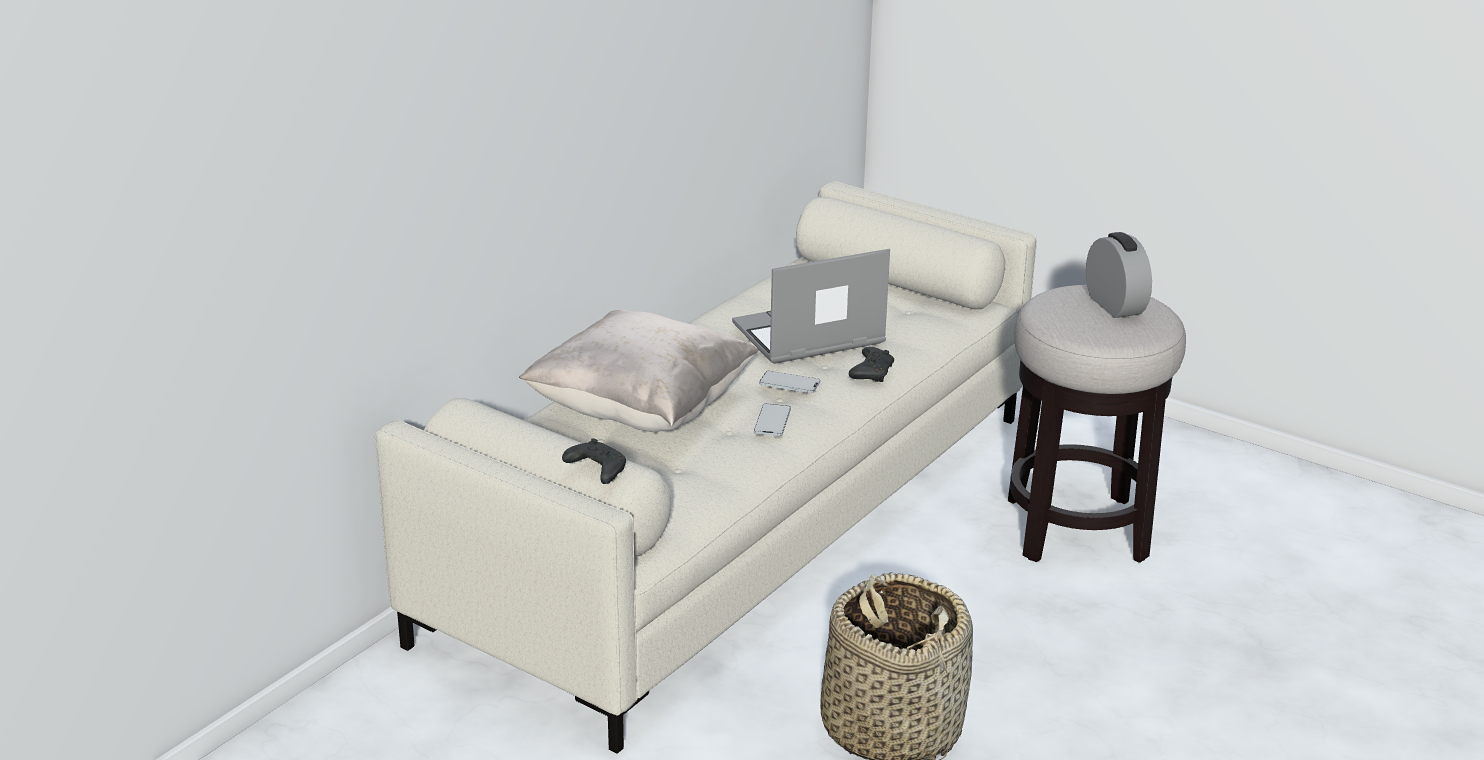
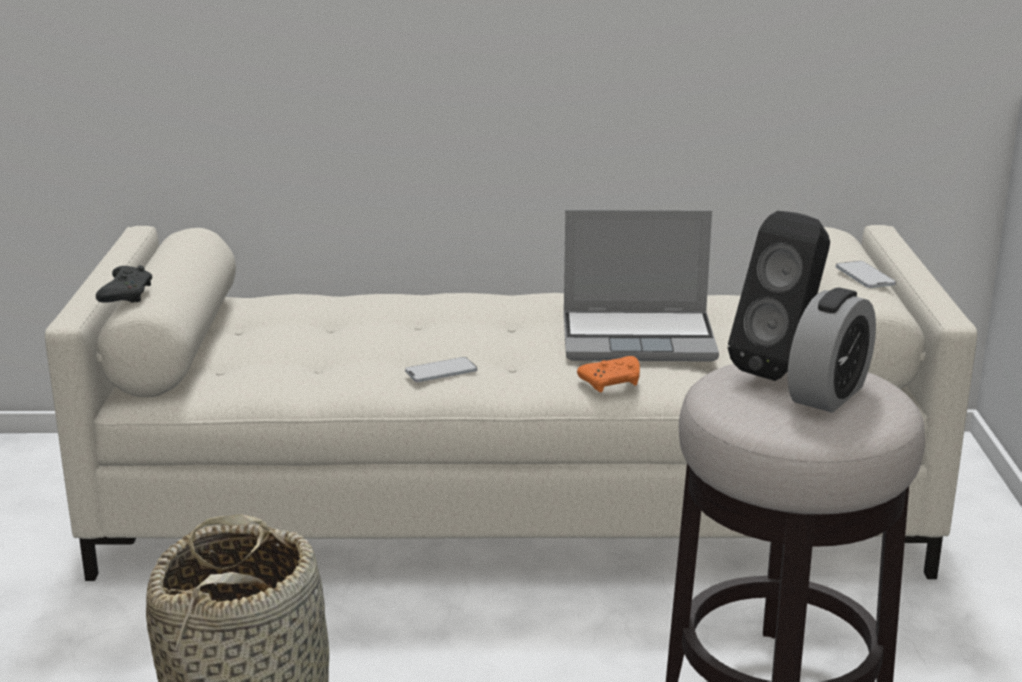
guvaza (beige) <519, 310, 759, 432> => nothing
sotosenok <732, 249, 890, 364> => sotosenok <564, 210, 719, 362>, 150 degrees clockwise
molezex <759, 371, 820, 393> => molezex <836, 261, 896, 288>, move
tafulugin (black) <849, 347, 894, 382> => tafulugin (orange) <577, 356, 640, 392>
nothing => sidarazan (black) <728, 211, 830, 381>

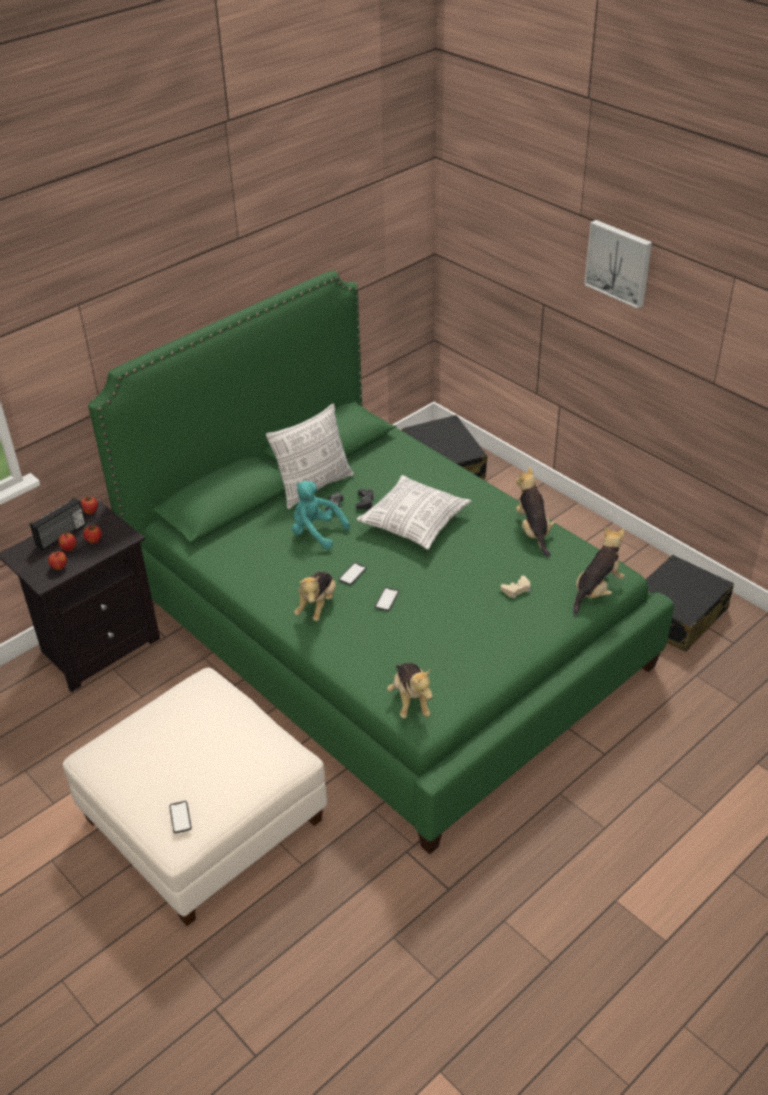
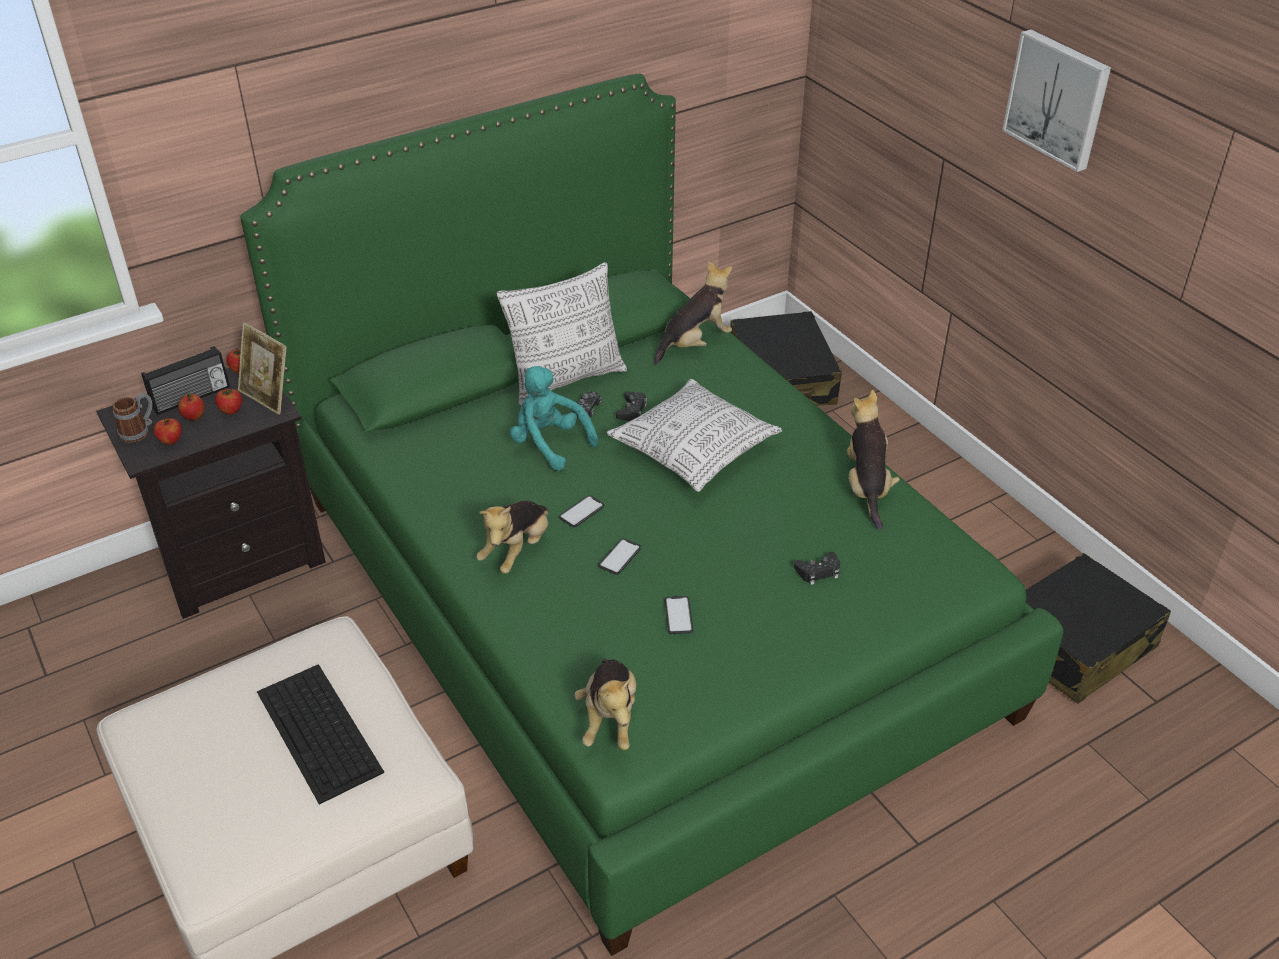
molezex <169, 801, 192, 834> => molezex <665, 596, 693, 634>, move
tafulugin (beige) <501, 576, 531, 599> => tafulugin (black) <794, 552, 840, 585>
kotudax <573, 527, 625, 616> => kotudax <654, 261, 732, 365>, move
nothing => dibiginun <113, 393, 152, 443>
nothing => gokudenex <238, 322, 287, 415>
nothing => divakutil <257, 664, 384, 804>

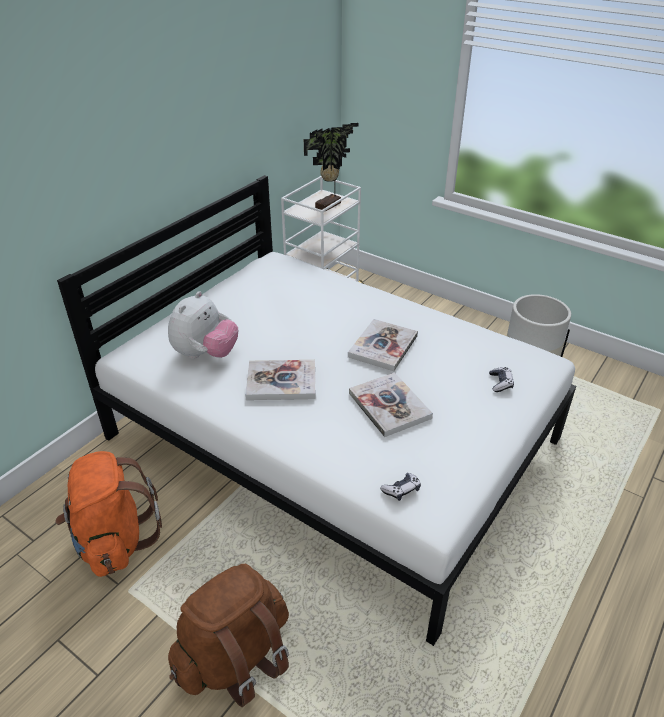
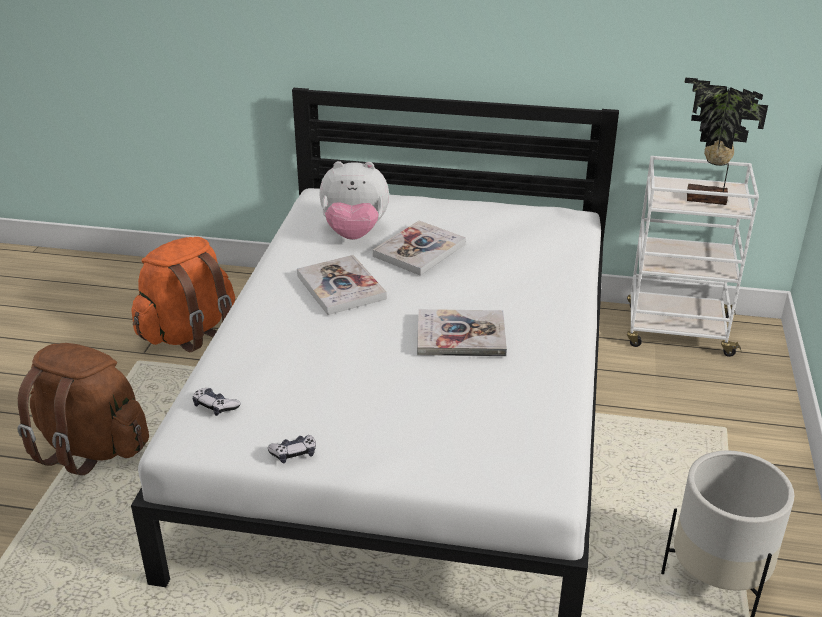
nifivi <349, 373, 433, 437> => nifivi <373, 221, 466, 276>, move
tafulugin <489, 367, 514, 392> => tafulugin <268, 435, 316, 463>, move

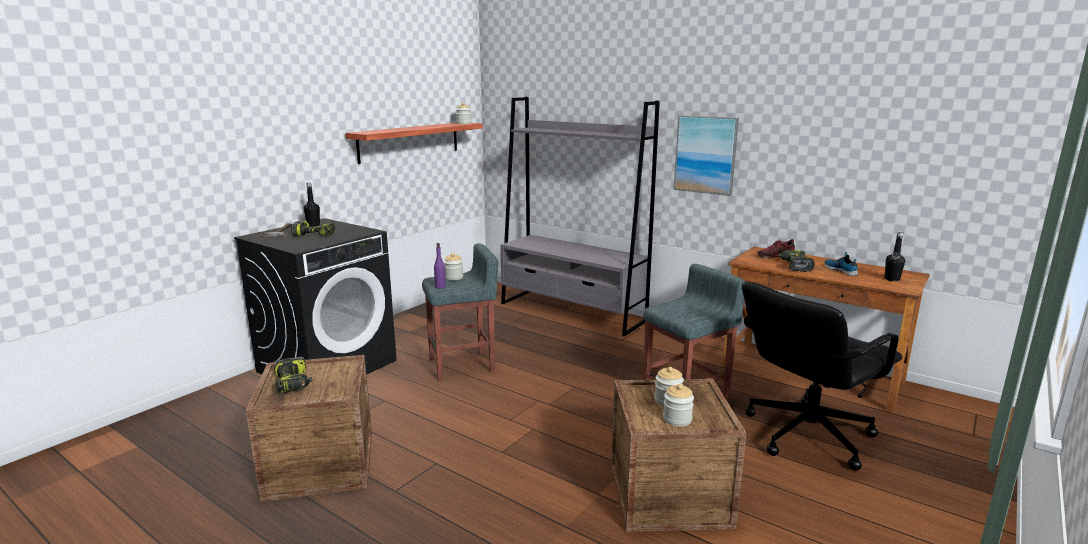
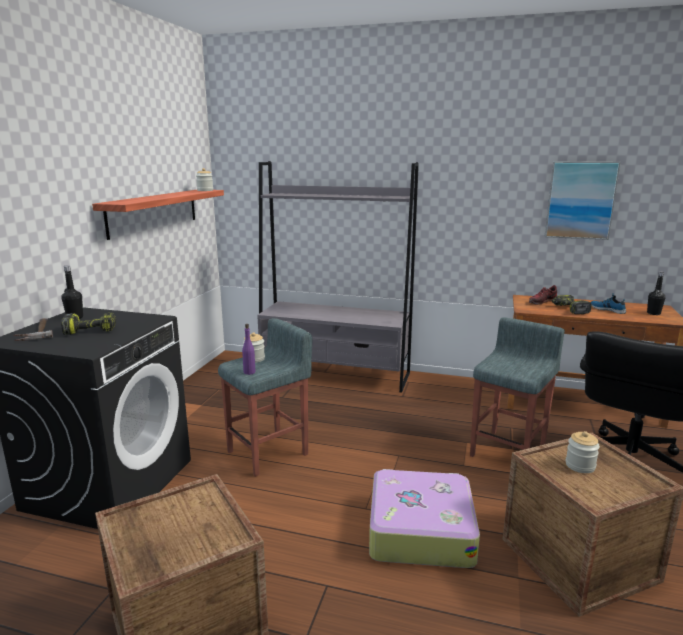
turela <274, 357, 312, 394> => nothing
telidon <663, 384, 694, 427> => nothing
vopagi <674, 115, 739, 196> => vopagi <544, 161, 621, 240>, move
nothing => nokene <369, 469, 480, 568>

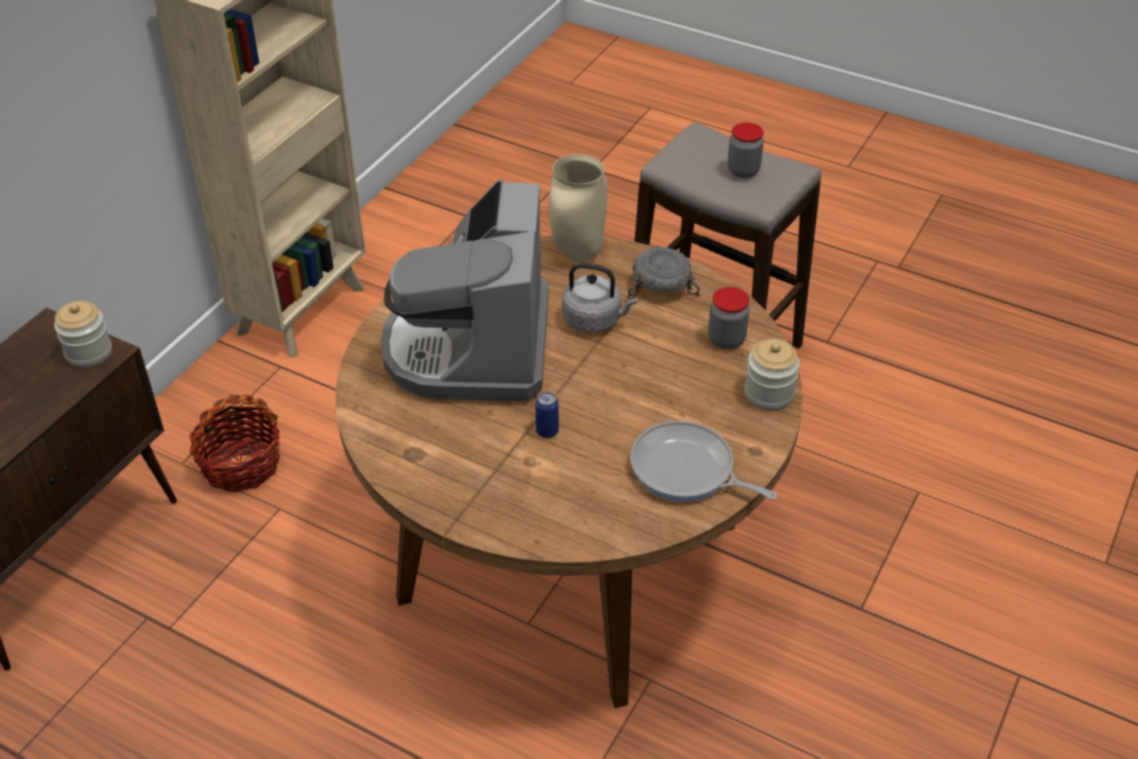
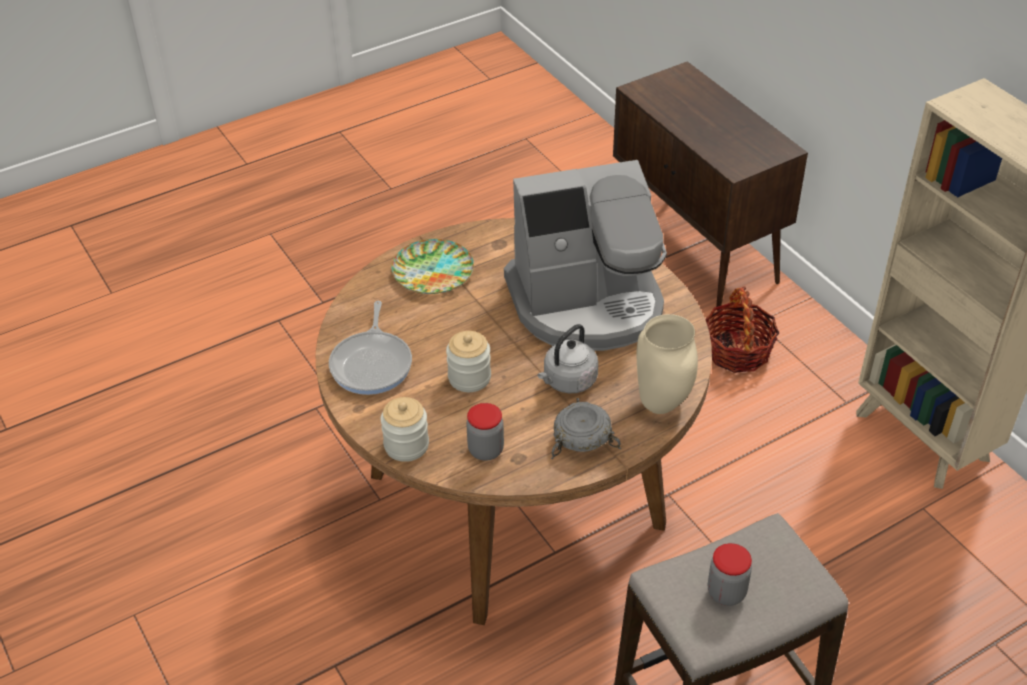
telidon <54, 301, 112, 368> => telidon <446, 331, 491, 392>, move
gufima <381, 179, 549, 401> => gufima <504, 160, 667, 351>, 135 degrees clockwise
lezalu <535, 391, 559, 438> => nothing
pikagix <630, 421, 777, 502> => pikagix <329, 301, 412, 395>, 120 degrees clockwise
nothing => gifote <391, 239, 474, 294>

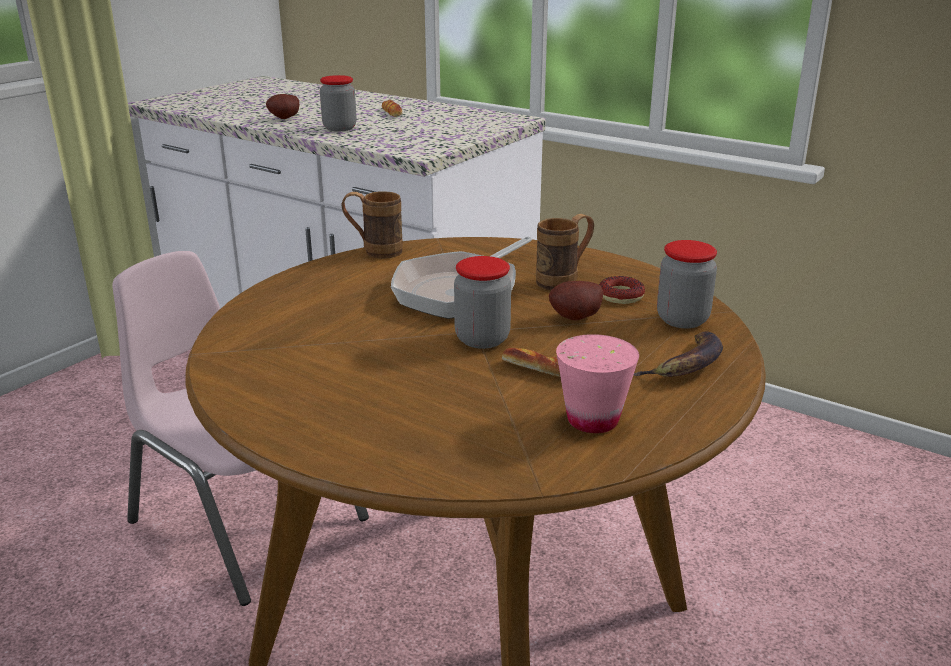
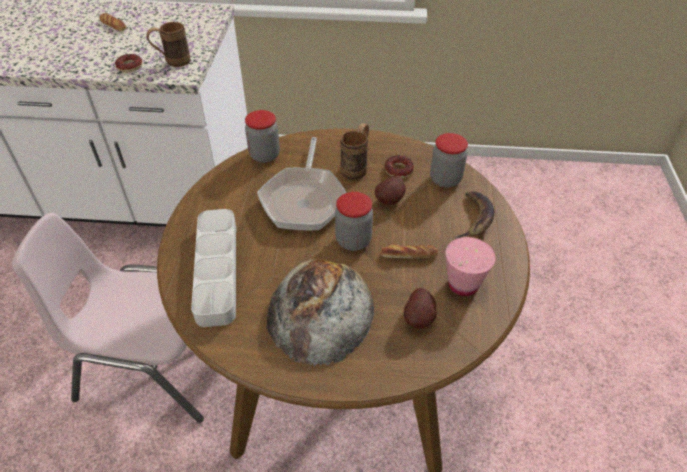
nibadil <266, 94, 299, 119> => nibadil <404, 288, 437, 329>, move
telidon <320, 75, 357, 131> => telidon <245, 110, 280, 163>, move
dibiginun (brown) <341, 191, 403, 259> => dibiginun (brown) <146, 22, 191, 67>, move
nothing => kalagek <115, 54, 142, 72>
nothing => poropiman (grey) <191, 209, 236, 327>
nothing => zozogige <266, 259, 374, 366>

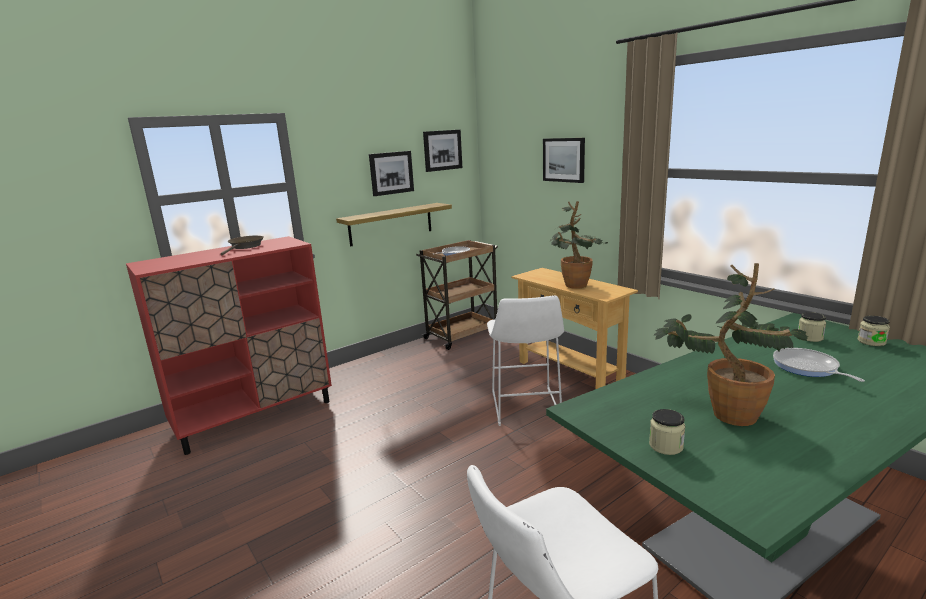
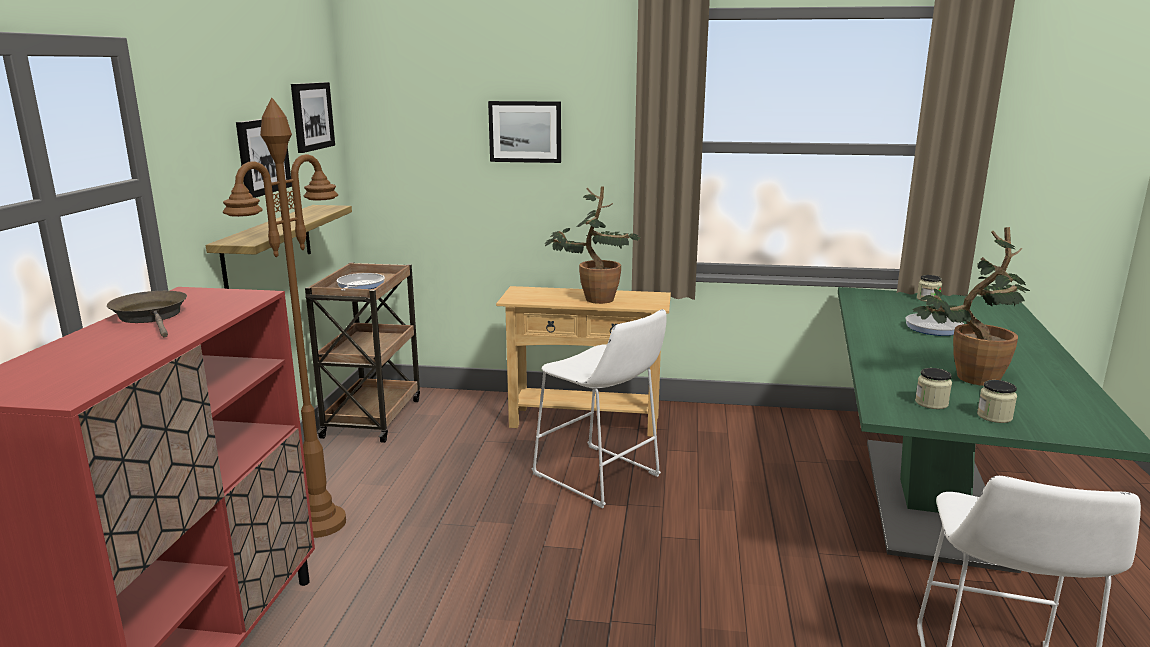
telidon <798, 312, 826, 342> => telidon <915, 368, 952, 409>, move
nothing => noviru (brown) <223, 98, 346, 538>

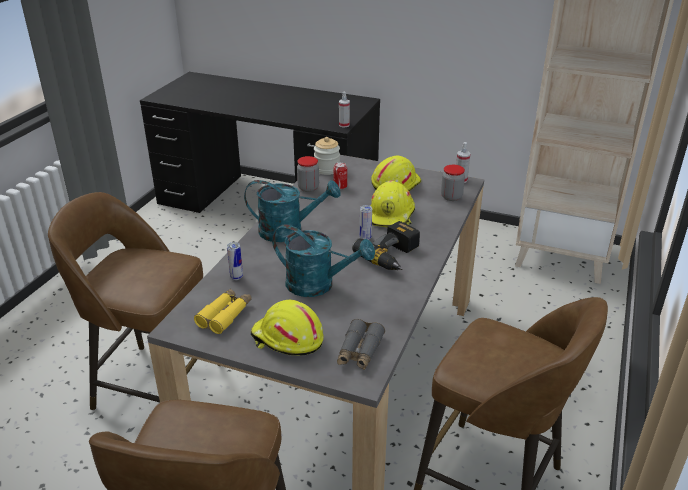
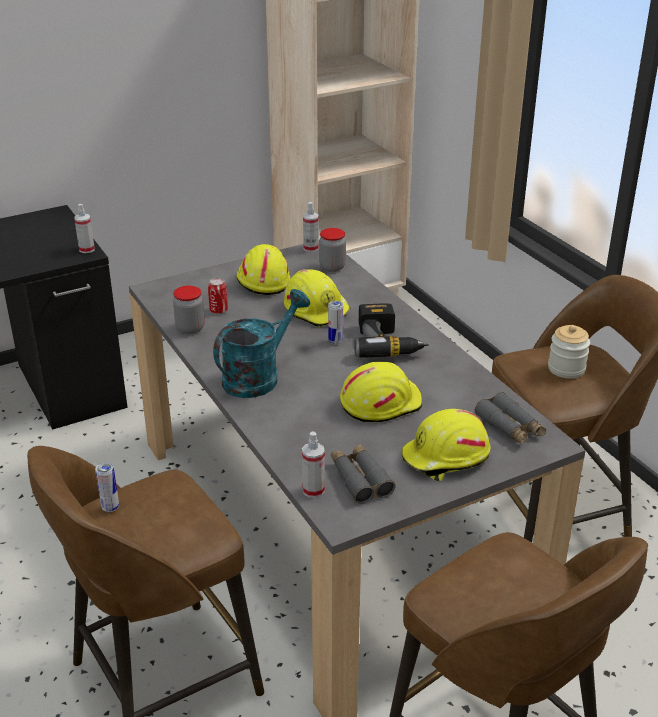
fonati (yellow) <194, 288, 252, 334> => fonati (grey) <331, 444, 395, 504>
lezalu <227, 242, 243, 280> => lezalu <95, 462, 119, 512>, move
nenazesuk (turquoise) <272, 224, 375, 297> => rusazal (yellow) <340, 362, 422, 422>
telidon <314, 137, 340, 175> => telidon <548, 325, 590, 379>, move
nothing => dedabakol <302, 431, 325, 498>

